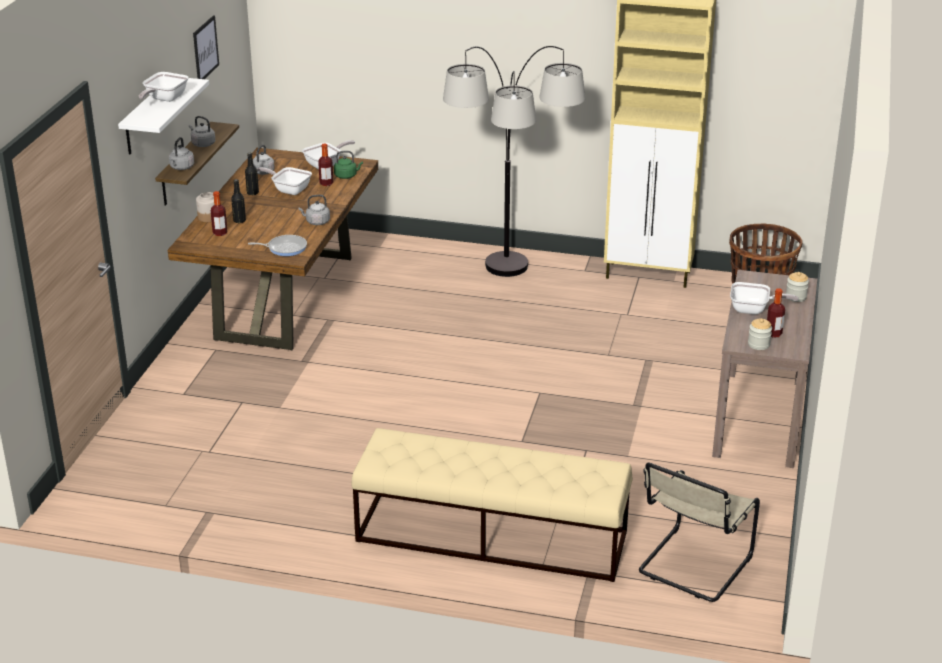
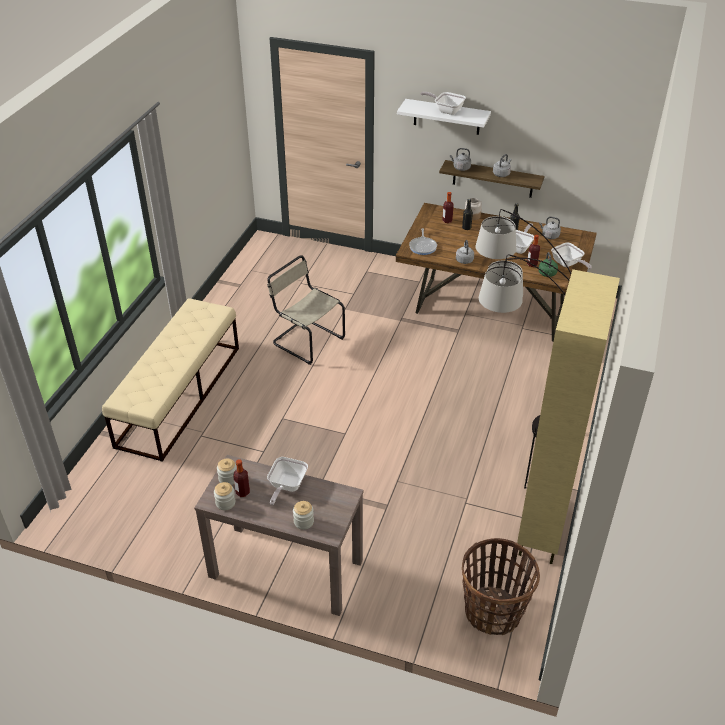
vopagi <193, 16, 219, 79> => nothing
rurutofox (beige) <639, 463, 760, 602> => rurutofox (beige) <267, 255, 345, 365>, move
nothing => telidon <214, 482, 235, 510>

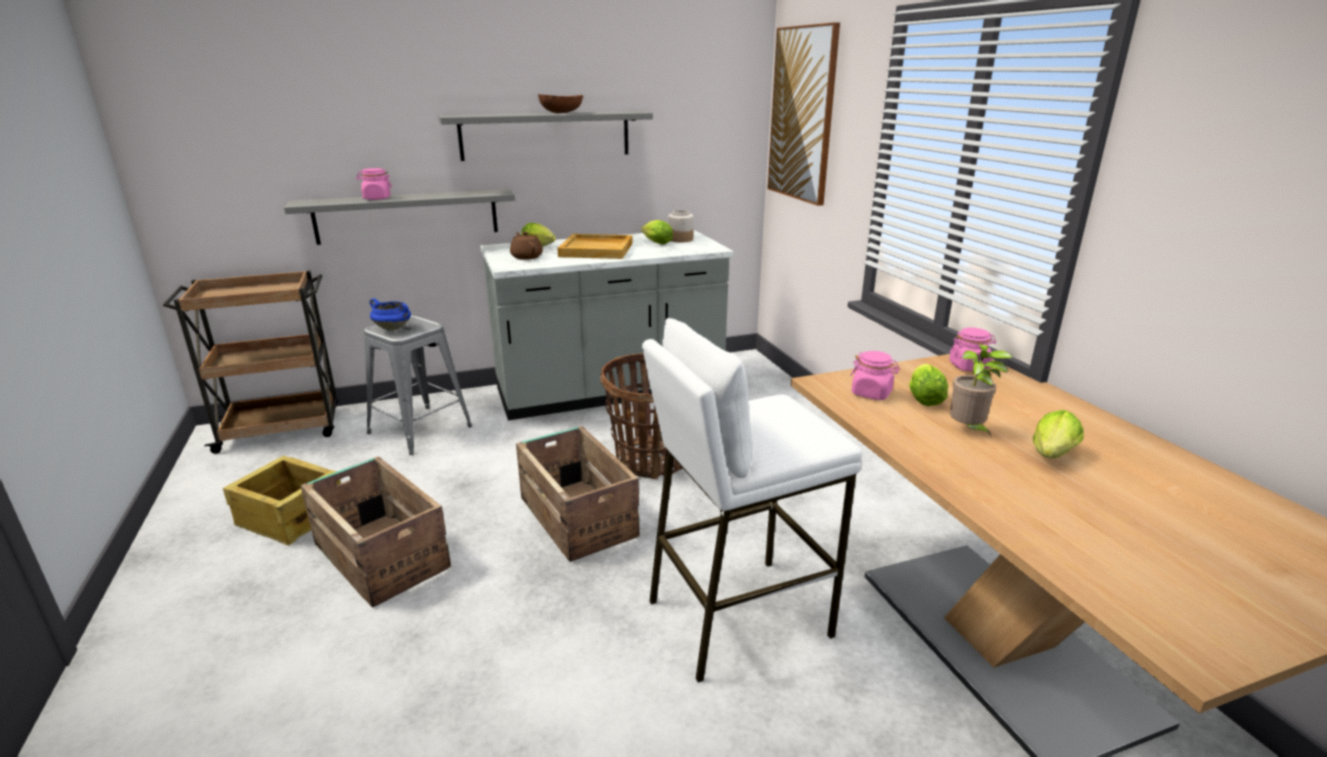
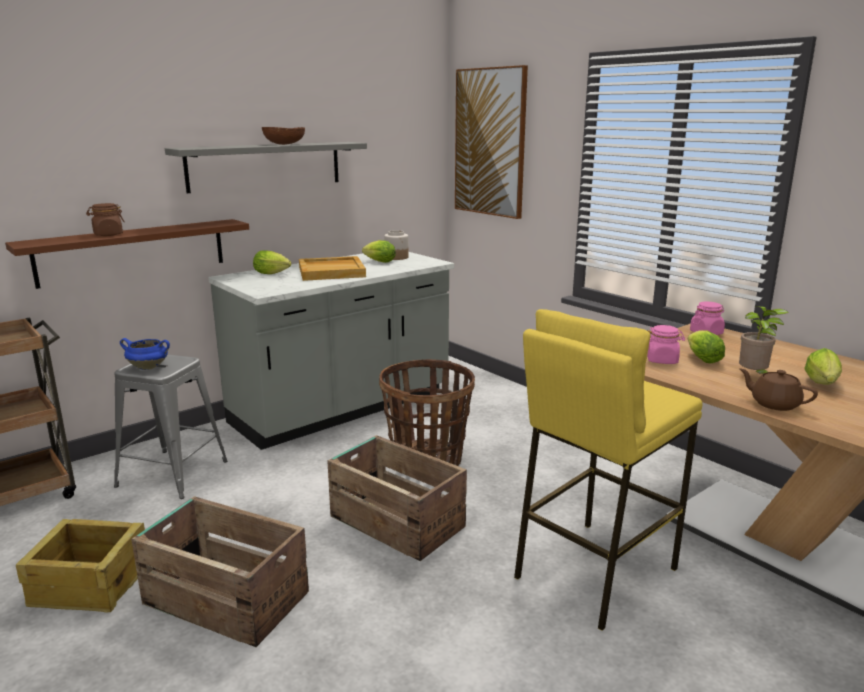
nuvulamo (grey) <284, 189, 515, 245> => nuvulamo (brown) <5, 219, 249, 289>
telidon (pink) <356, 168, 392, 200> => telidon (brown) <86, 203, 125, 236>
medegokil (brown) <510, 232, 543, 260> => medegokil (brown) <739, 368, 818, 411>, move
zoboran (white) <642, 318, 862, 683> => zoboran (yellow) <514, 309, 702, 631>

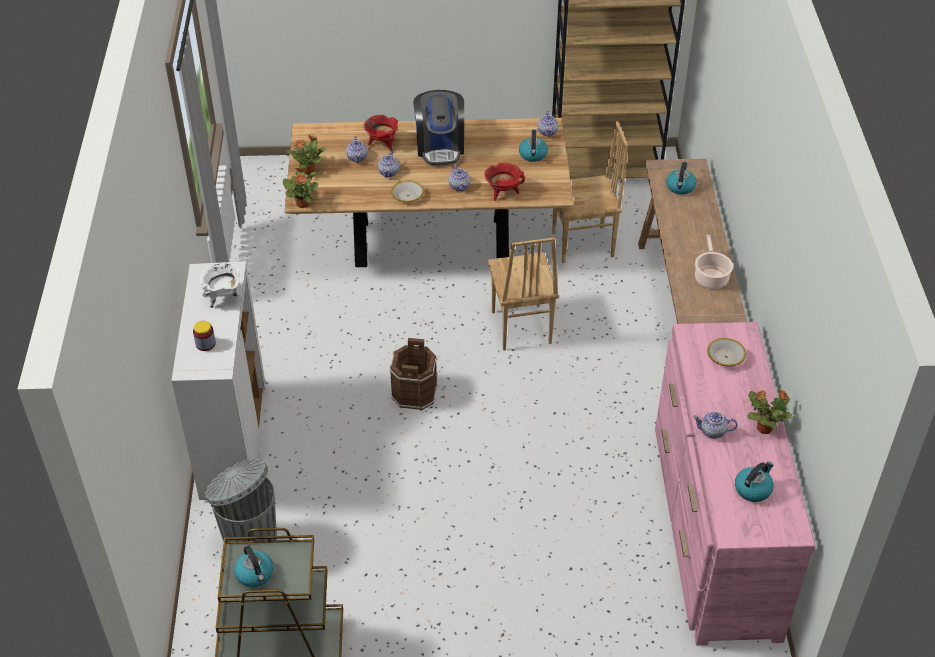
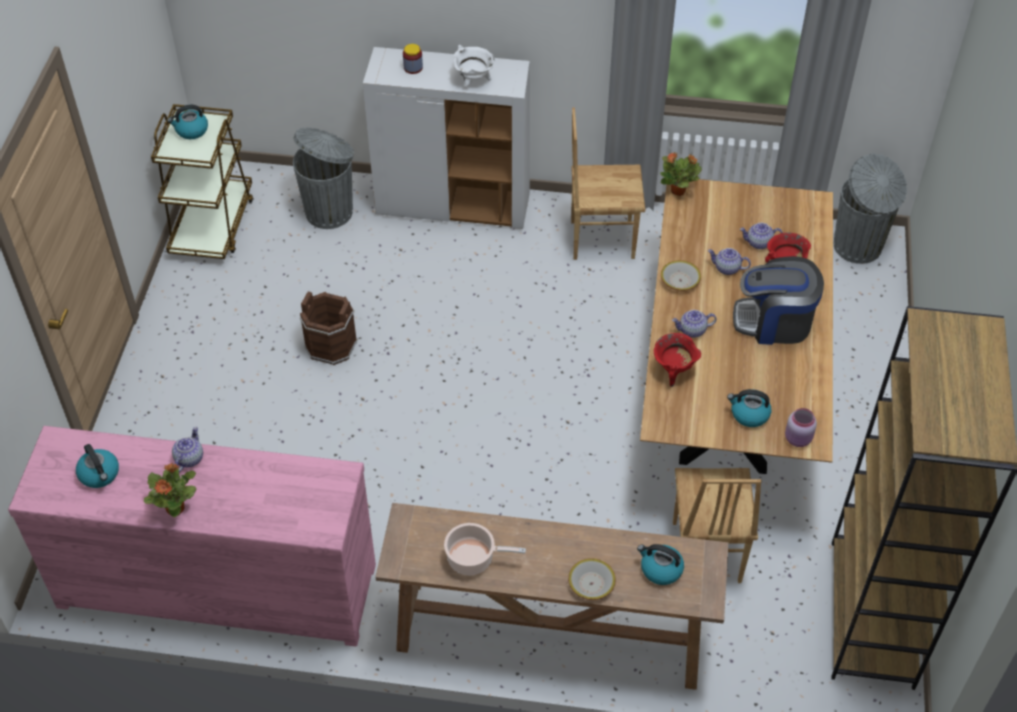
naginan <287, 135, 327, 175> => nothing
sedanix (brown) <390, 338, 438, 411> => sedanix (brown) <300, 292, 358, 365>, move
rurutofox (brown) <488, 237, 559, 351> => rurutofox (brown) <571, 107, 645, 260>, move
medegokil <538, 111, 558, 137> => telidon (pink) <785, 408, 817, 447>
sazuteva <707, 338, 746, 367> => sazuteva <568, 558, 616, 600>, move
nothing => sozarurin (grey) <834, 154, 907, 264>

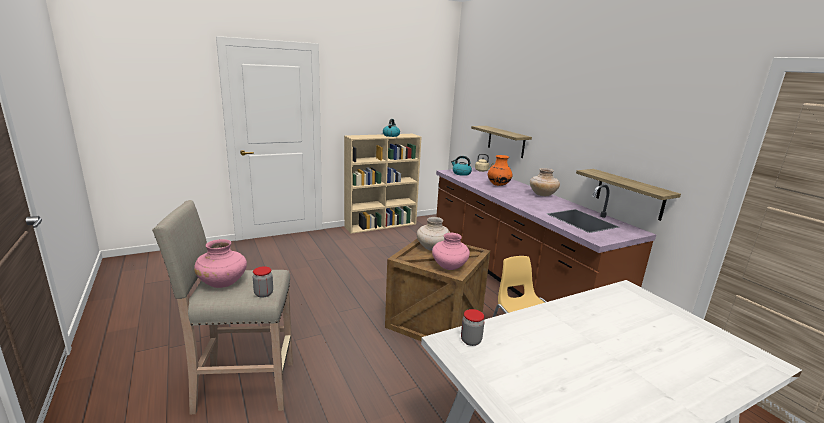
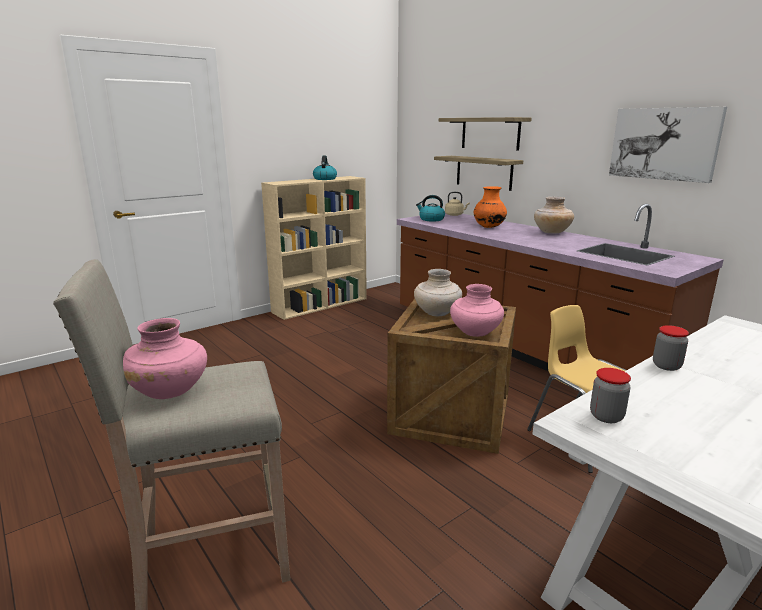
telidon <253, 266, 273, 298> => telidon <653, 325, 689, 371>, move
nuvulamo <576, 169, 681, 221> => nuvulamo <439, 117, 532, 151>, move
nothing => vopagi <609, 107, 727, 183>

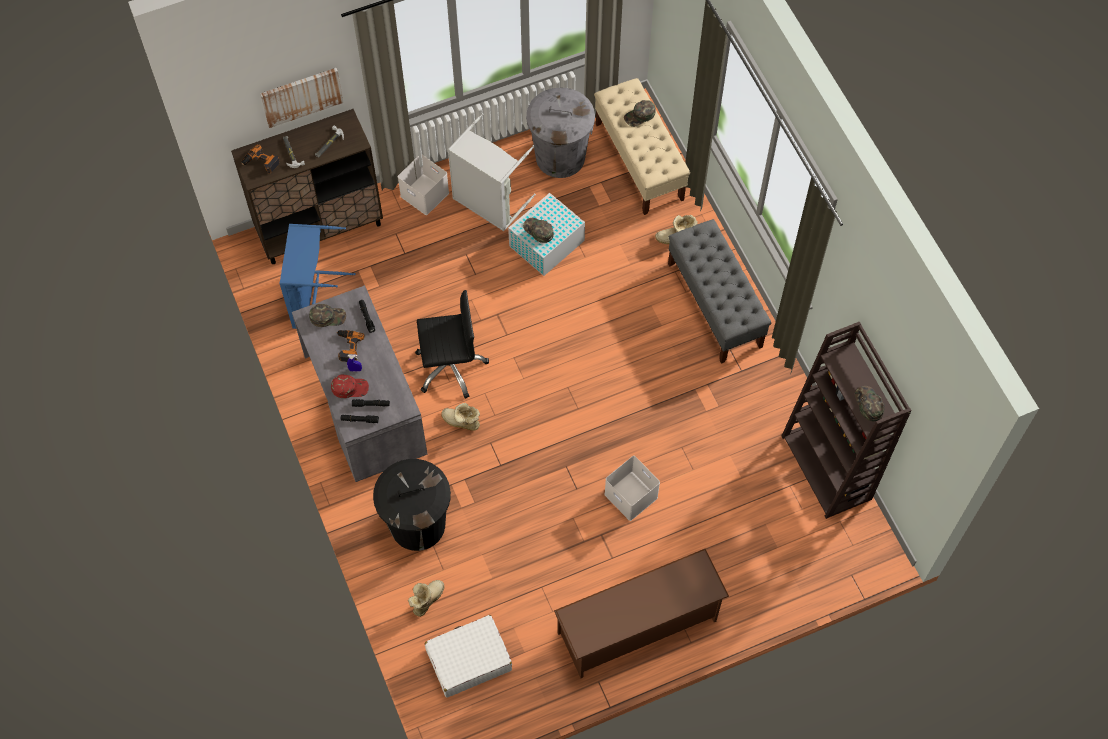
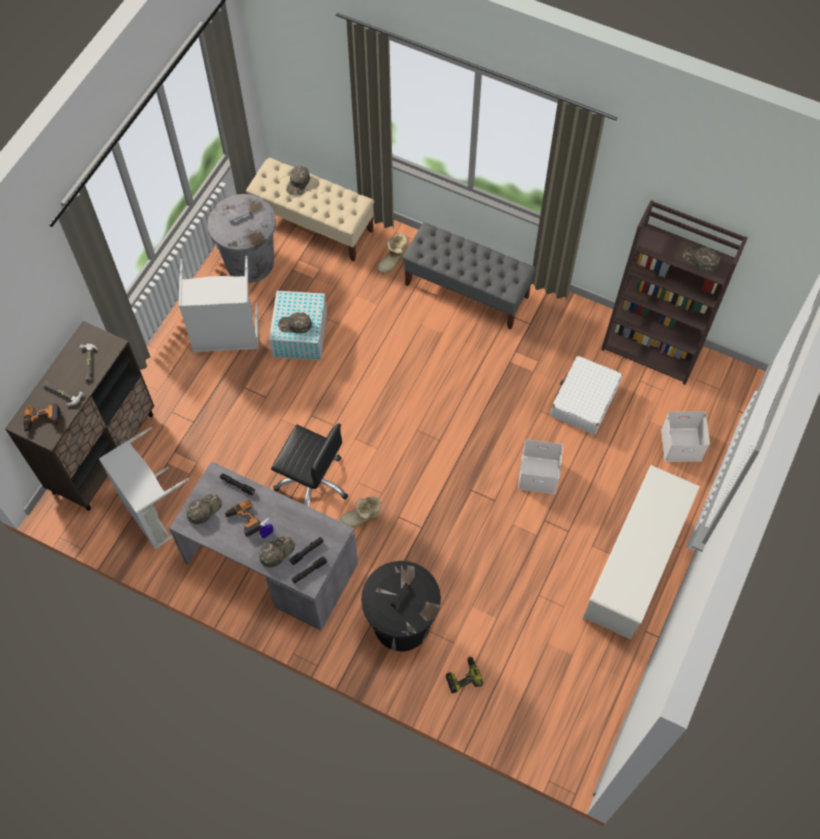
vopagi <260, 68, 344, 128> => nothing
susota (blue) <280, 224, 356, 329> => susota (grey) <99, 427, 189, 549>
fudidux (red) <331, 375, 369, 398> => fudidux (green) <259, 536, 295, 568>
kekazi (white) <398, 155, 449, 215> => kekazi (white) <661, 411, 710, 462>, move
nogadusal <408, 580, 444, 617> => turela <446, 656, 483, 693>
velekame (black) <415, 290, 489, 399> => velekame (black) <271, 424, 348, 507>, 75 degrees clockwise
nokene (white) <425, 615, 512, 698> => nokene (white) <550, 356, 622, 435>, move
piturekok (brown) <554, 549, 729, 678> => piturekok (white) <582, 465, 700, 640>

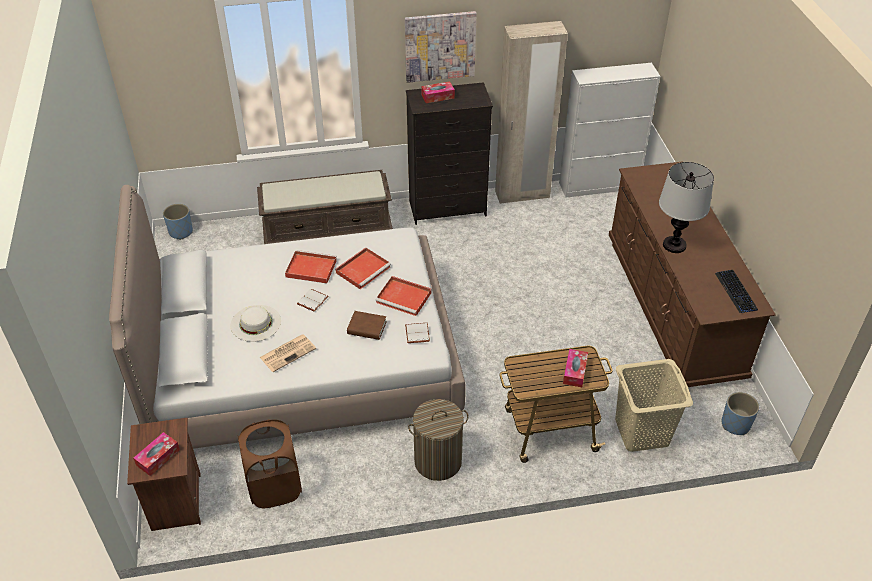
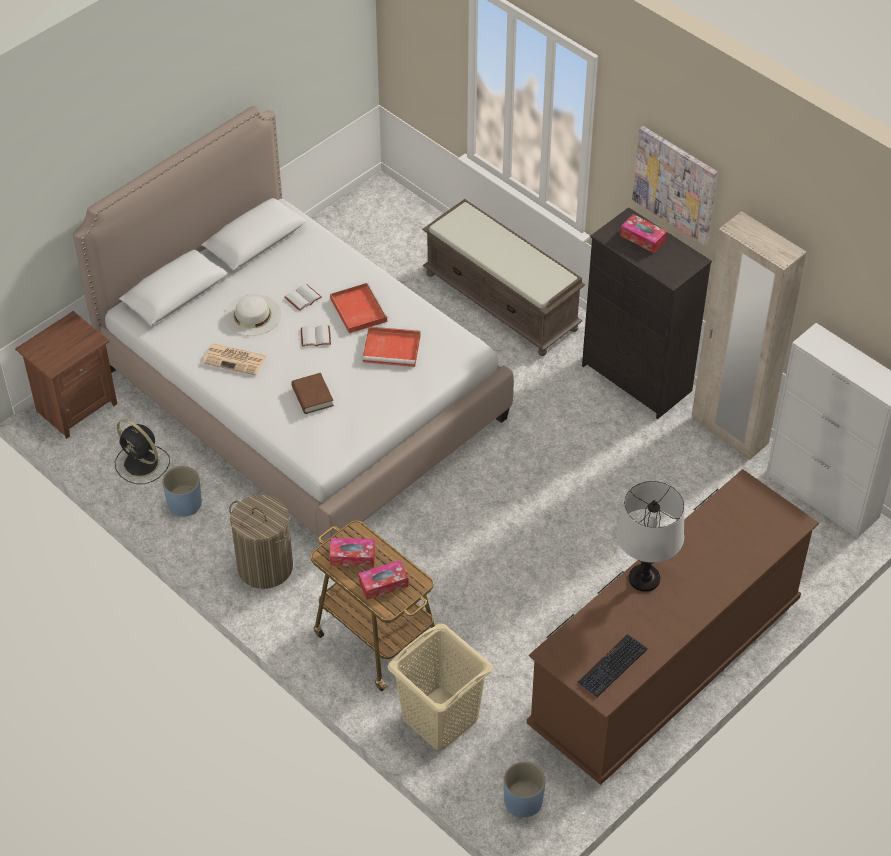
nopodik <133, 432, 180, 476> => nopodik <329, 538, 375, 567>, move
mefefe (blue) <163, 204, 193, 240> => mefefe (blue) <162, 466, 202, 516>, move
susota (brown) <238, 419, 302, 509> => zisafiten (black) <115, 419, 170, 484>
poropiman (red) <376, 276, 431, 316> => nothing
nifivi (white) <405, 323, 430, 343> => nifivi (white) <284, 284, 322, 311>, move

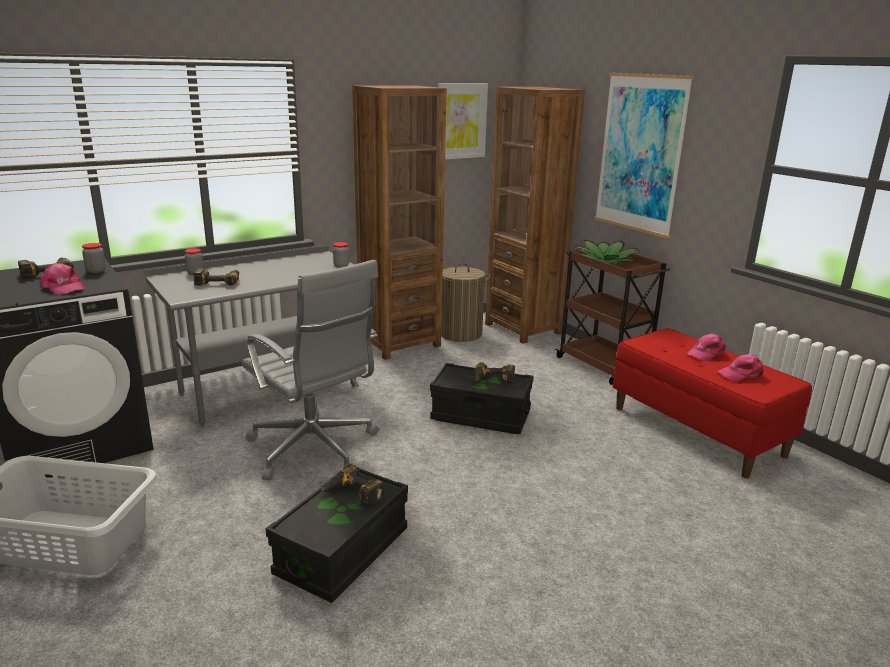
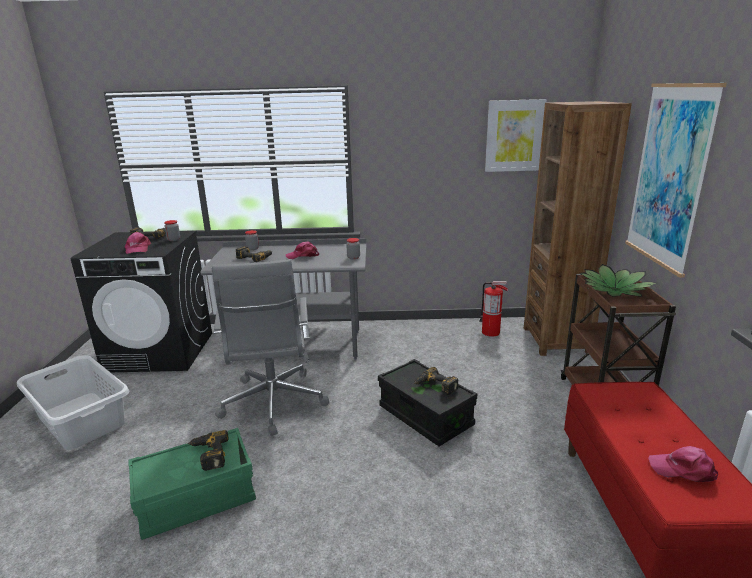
kekazi (black) <266, 464, 408, 603> => kekazi (green) <129, 428, 256, 540>
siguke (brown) <352, 85, 447, 360> => nothing
susota <441, 263, 490, 342> => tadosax <479, 281, 508, 337>
fudidux (pink) <687, 333, 726, 361> => fudidux (pink) <286, 241, 319, 259>, move

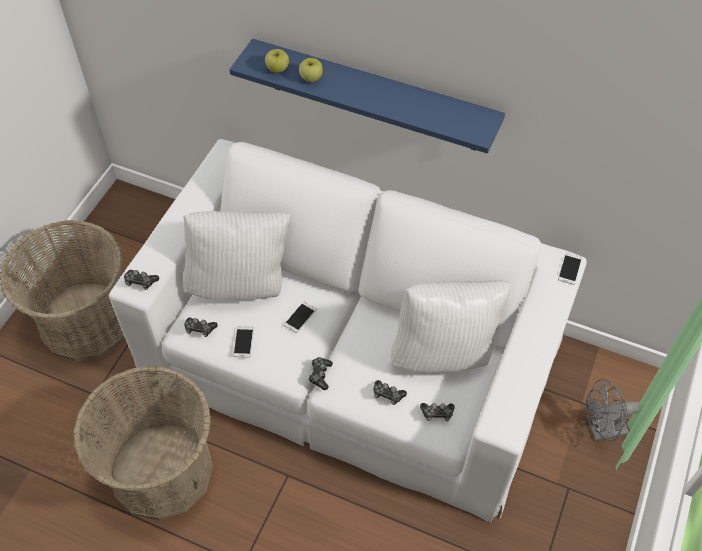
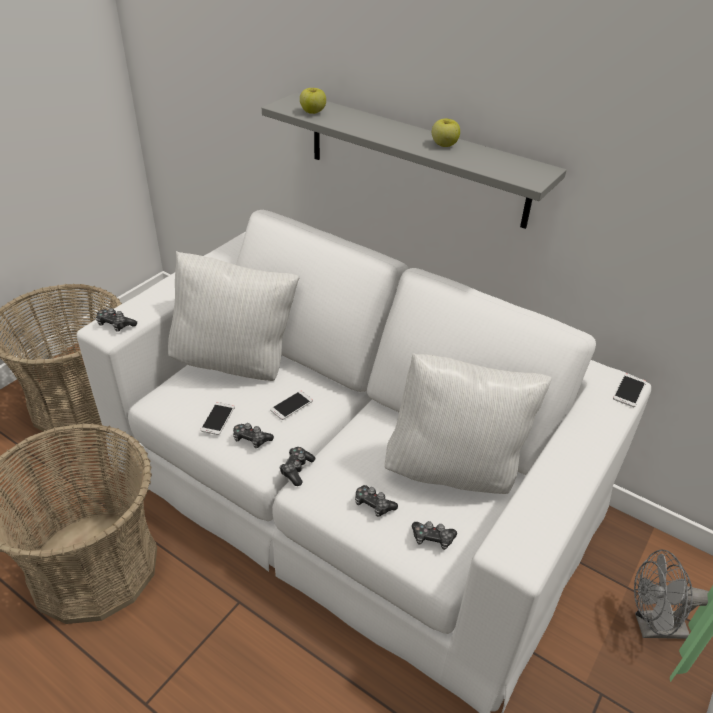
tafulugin <184, 317, 218, 337> => tafulugin <233, 423, 274, 448>, move
nuvulamo (blue) <229, 39, 505, 154> => nuvulamo (grey) <262, 92, 566, 229>
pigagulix <299, 58, 323, 82> => pigagulix <432, 118, 460, 147>, move

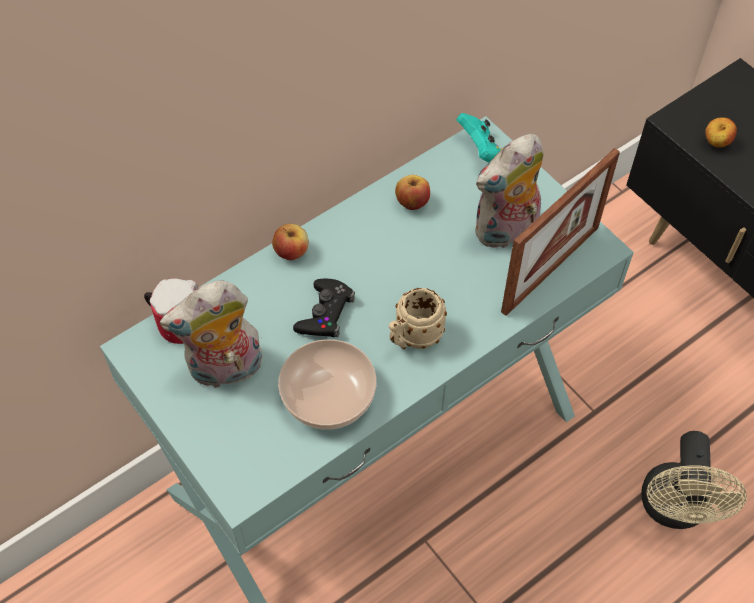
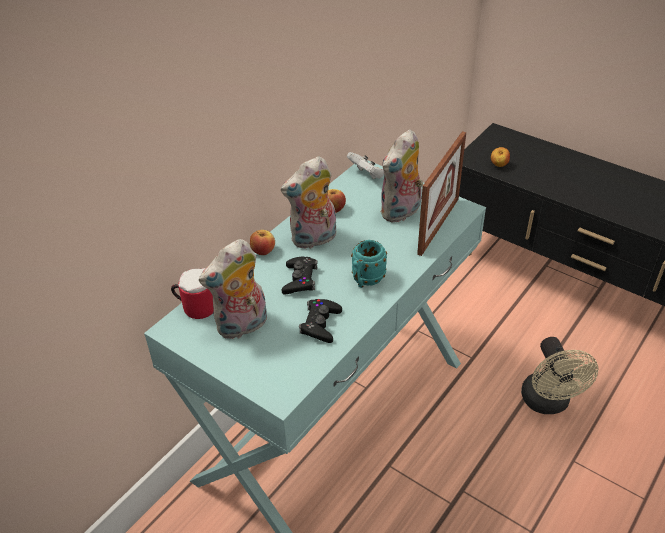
sazuteva <278, 339, 376, 430> => tafulugin (black) <299, 299, 342, 343>
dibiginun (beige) <389, 288, 447, 349> => dibiginun (turquoise) <351, 240, 387, 288>
tafulugin (turquoise) <457, 113, 502, 162> => tafulugin (white) <347, 152, 384, 179>
nothing => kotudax <281, 156, 336, 249>

